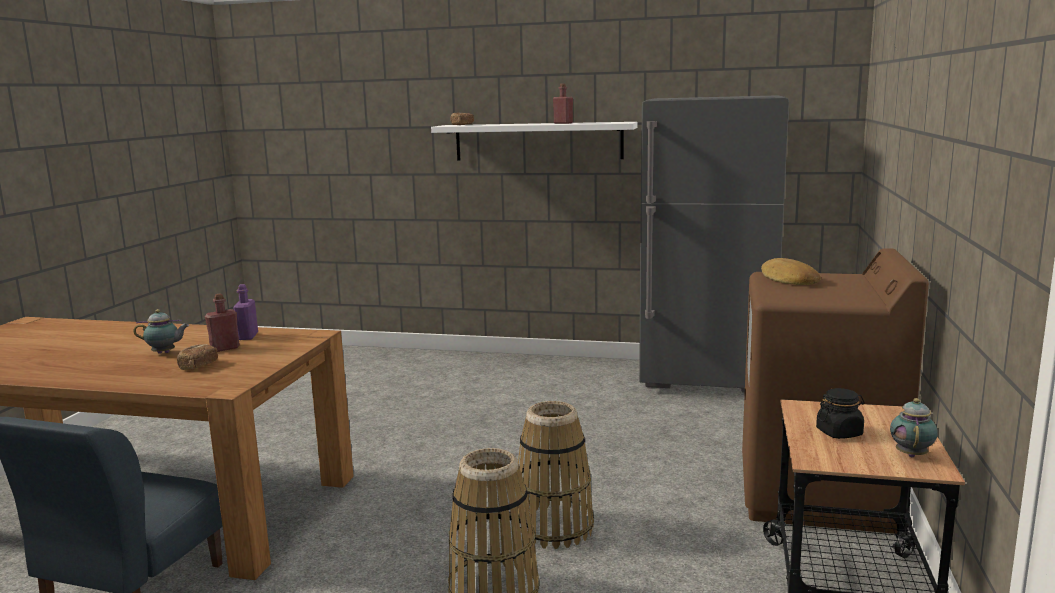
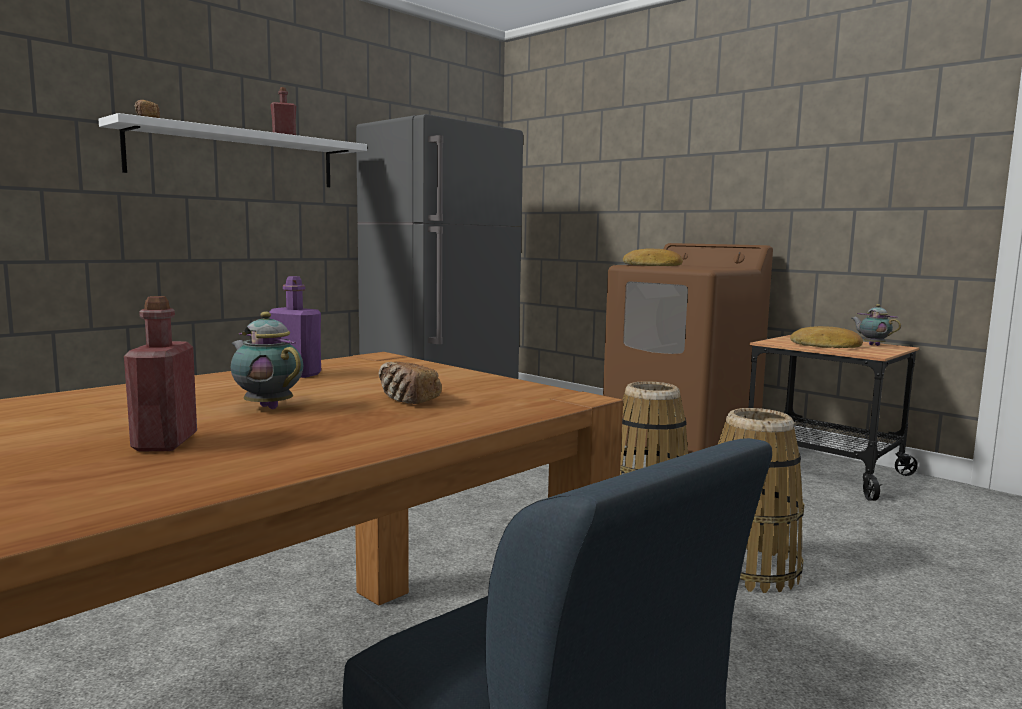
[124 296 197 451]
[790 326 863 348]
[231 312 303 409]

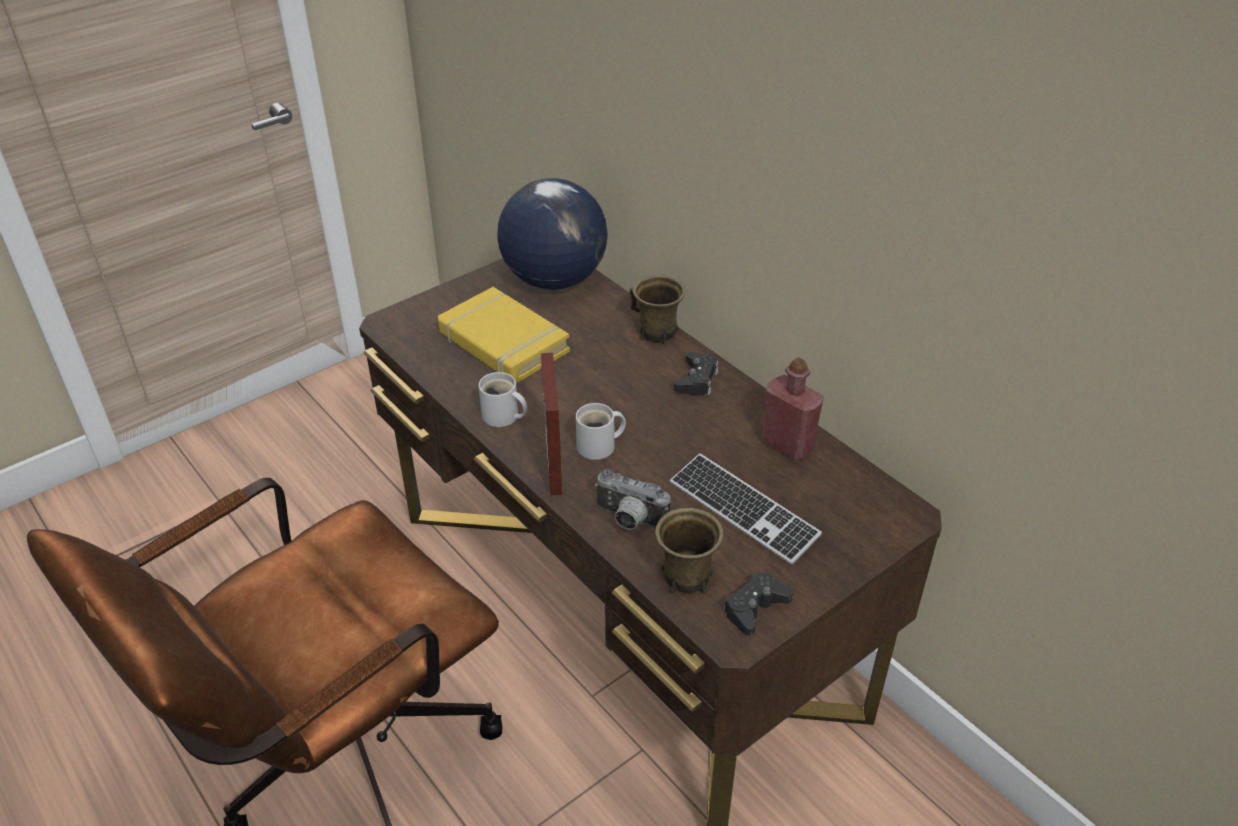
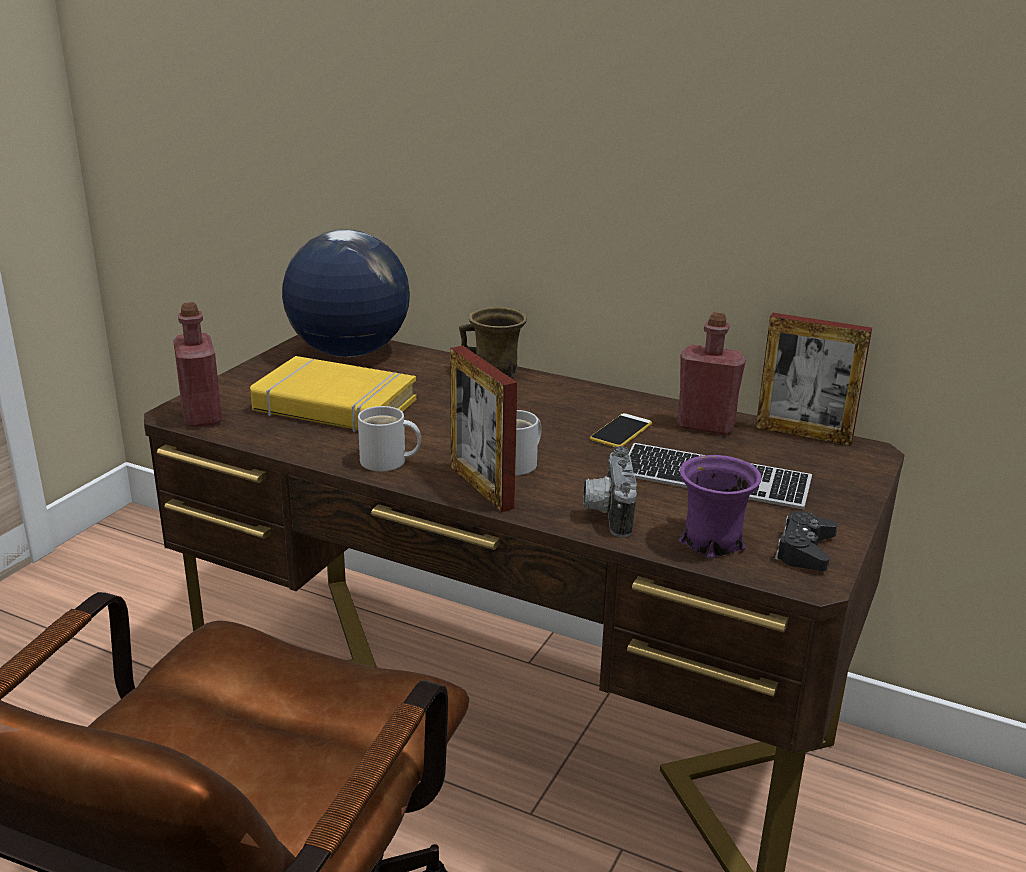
[674 352 718 396] (first image)
[173 302 222 427]
[590 413 652 447]
[756 313 872 446]
[679 455 762 558]
[583 446 637 537]

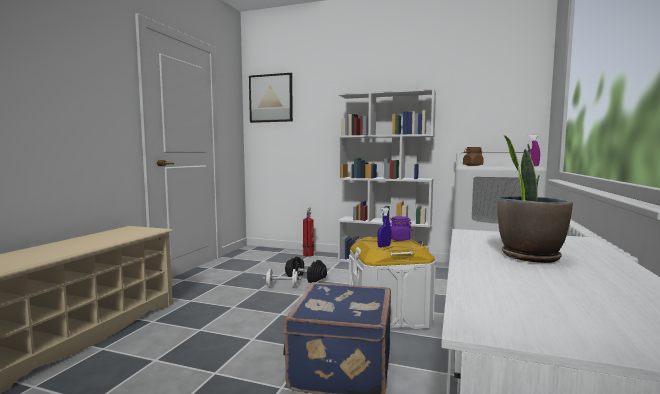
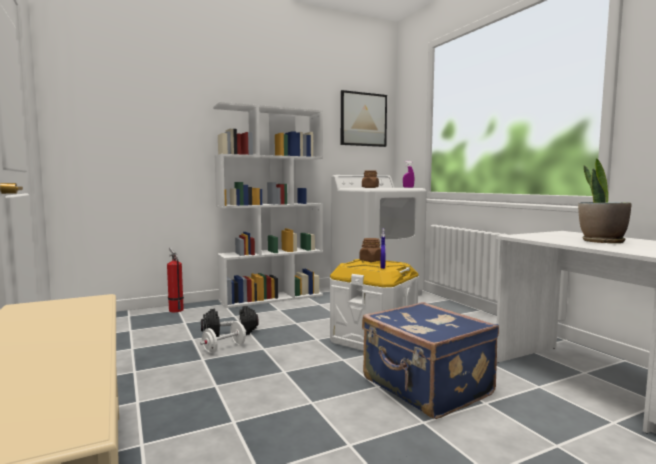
[341 90 387 147]
[359 238 381 262]

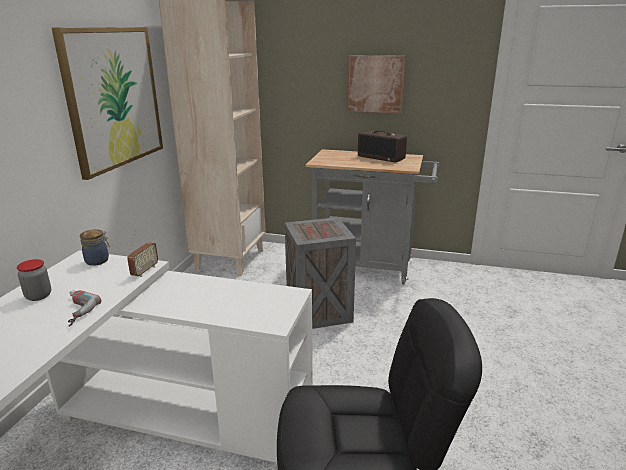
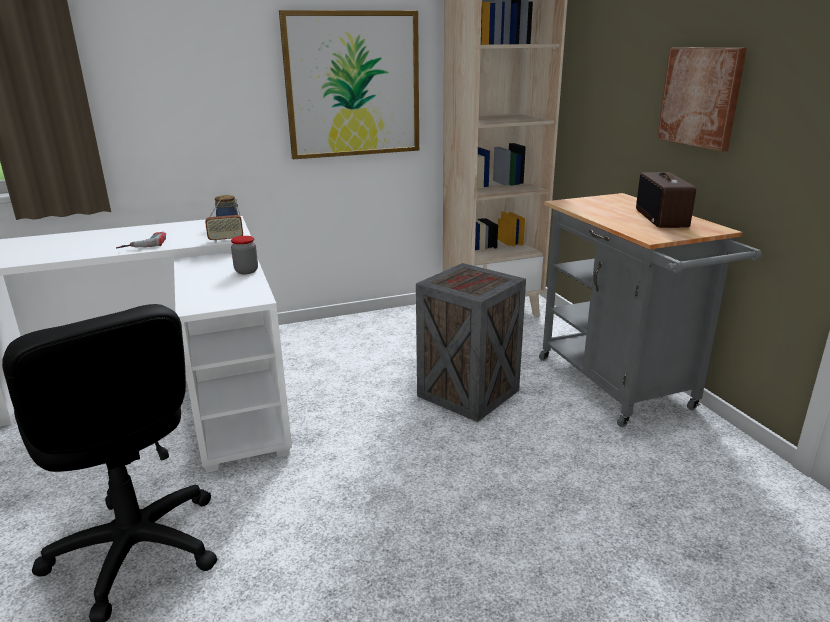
[231 236 258 274]

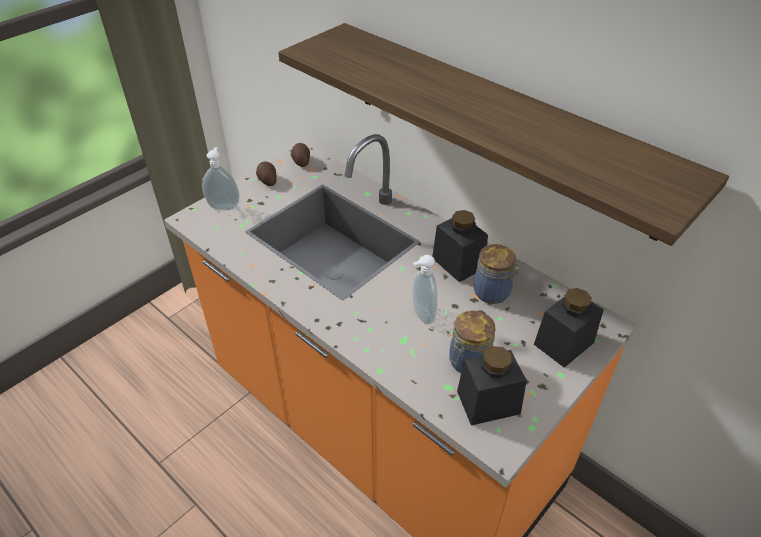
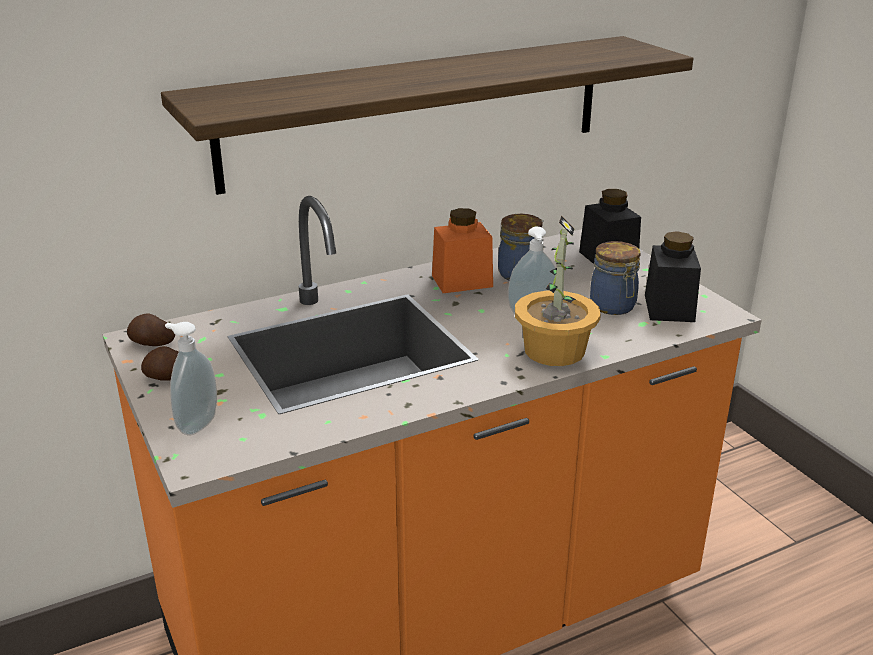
[515 216 601 366]
[432 208 493 293]

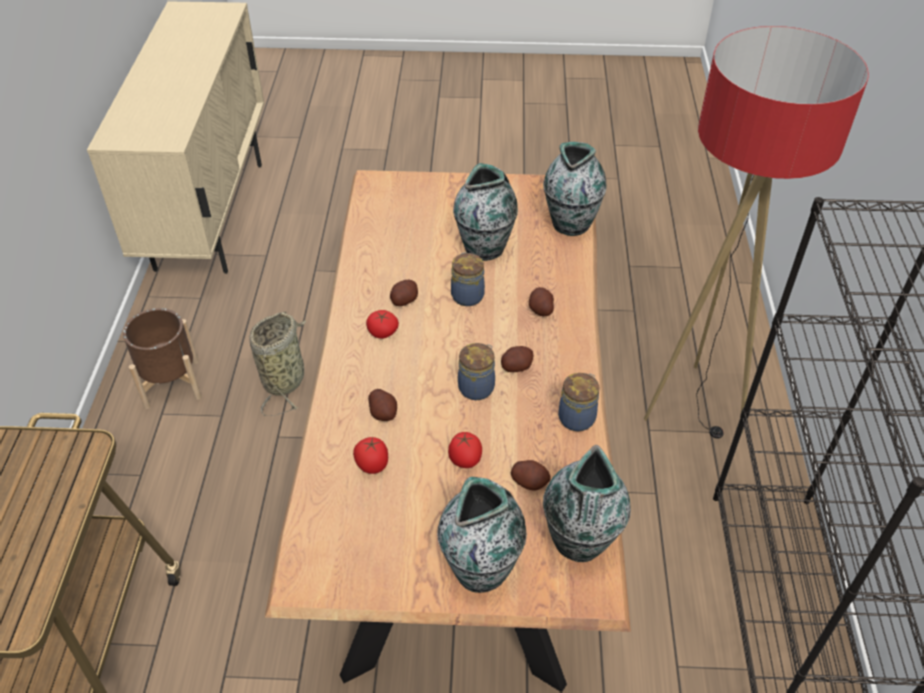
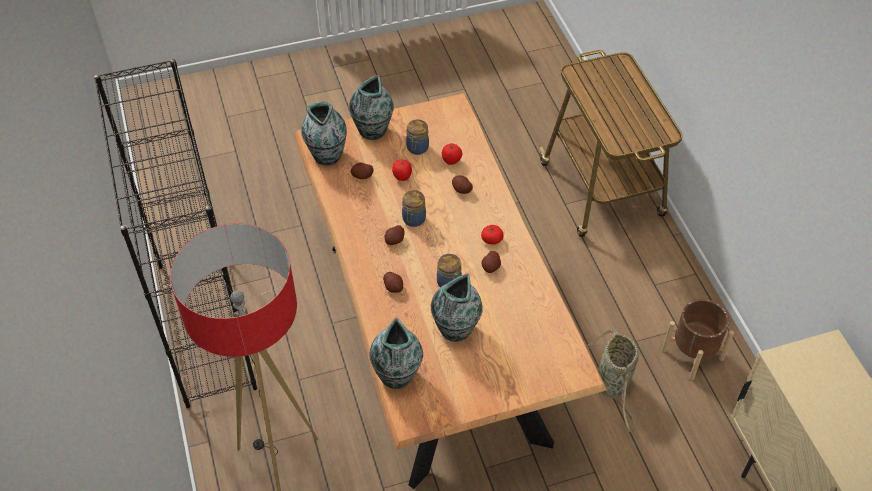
[406 119 429 155]

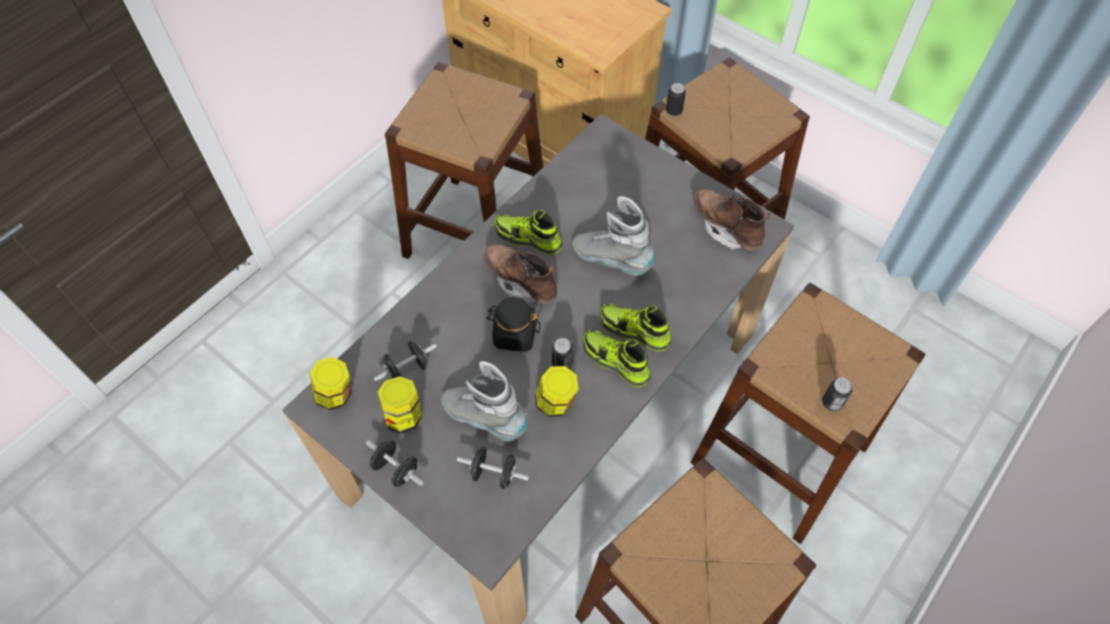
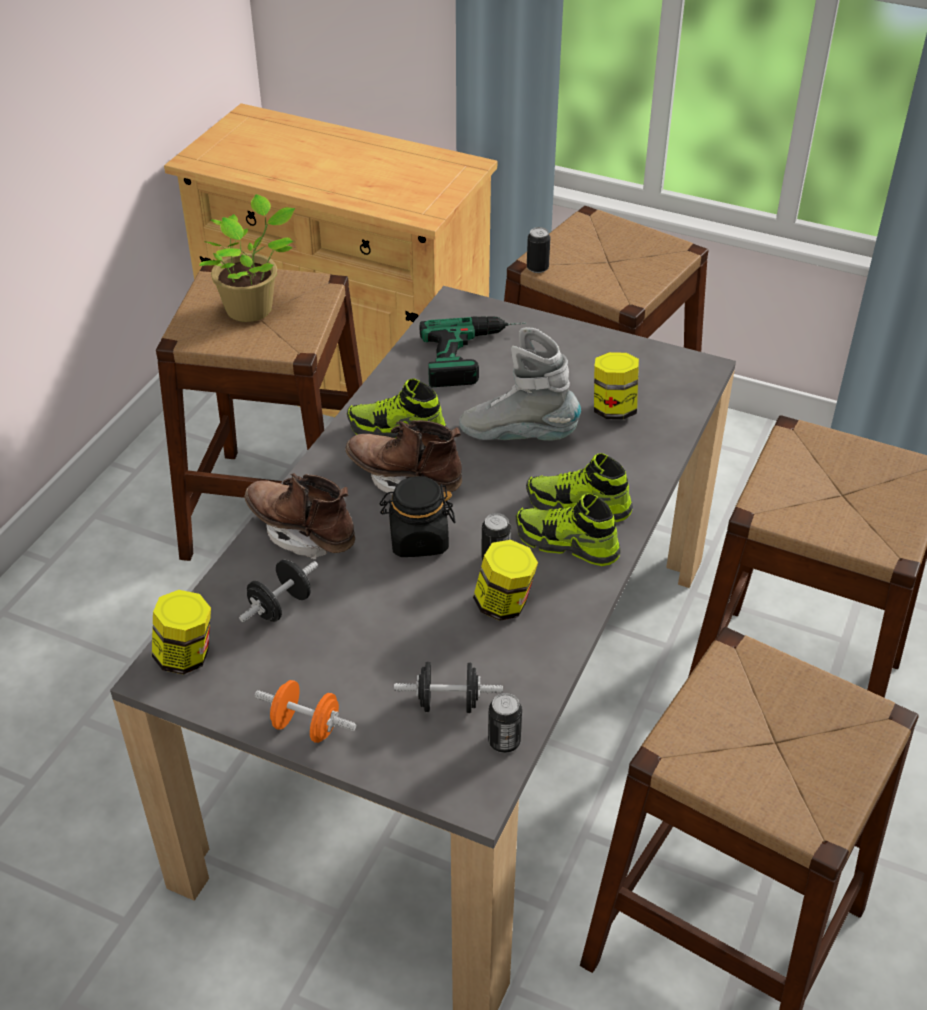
[441 361 528 442] (first image)
[199 194 295 322]
[419 316 526 388]
[594 352 639 419]
[244 473 355 560]
[488 693 522 753]
[255 680 356 743]

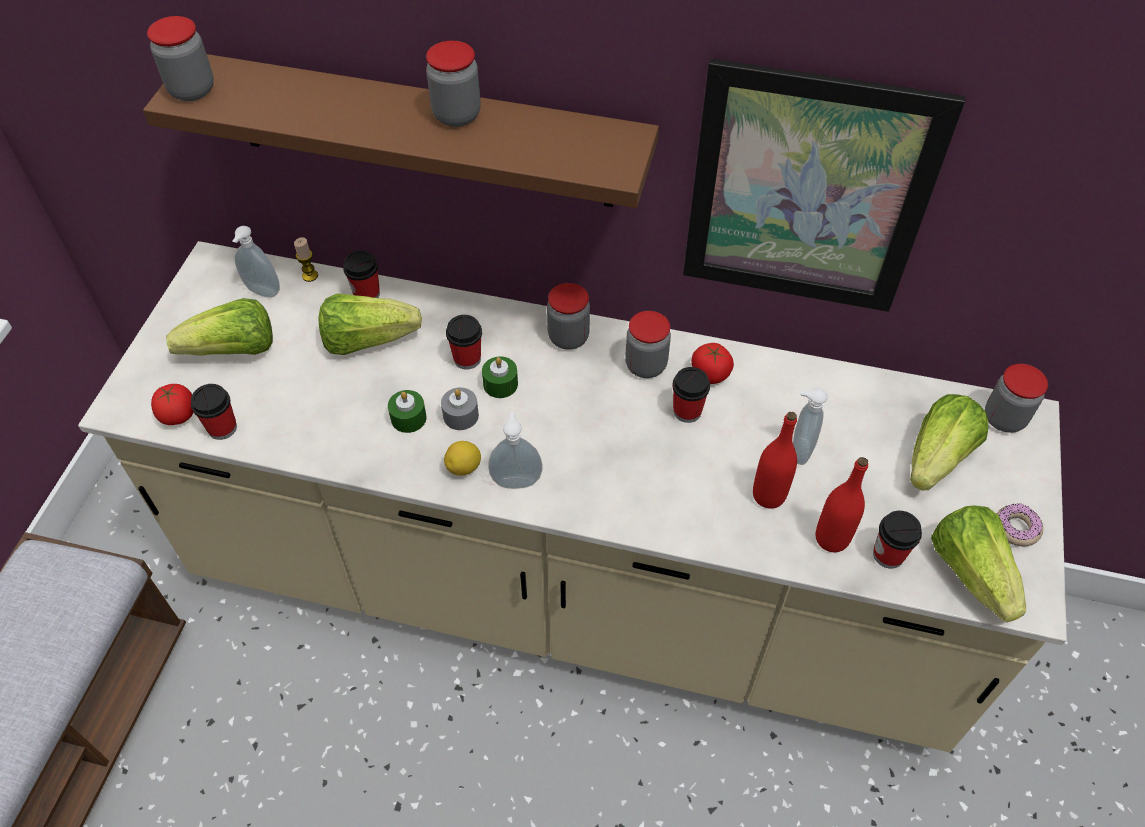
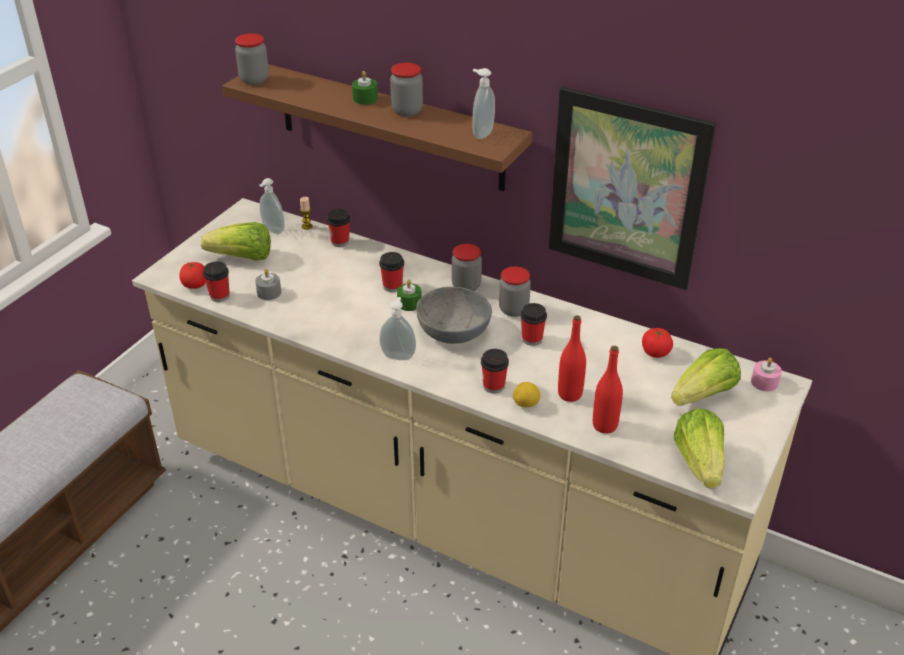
[318 293 422 355] (first image)
[997 503 1043 546] (first image)
[416 287 492 344]
[352 71 378 105]
[255 269 281 300]
[513 382 540 407]
[642 328 673 358]
[472 68 495 139]
[481 349 509 394]
[751 358 782 392]

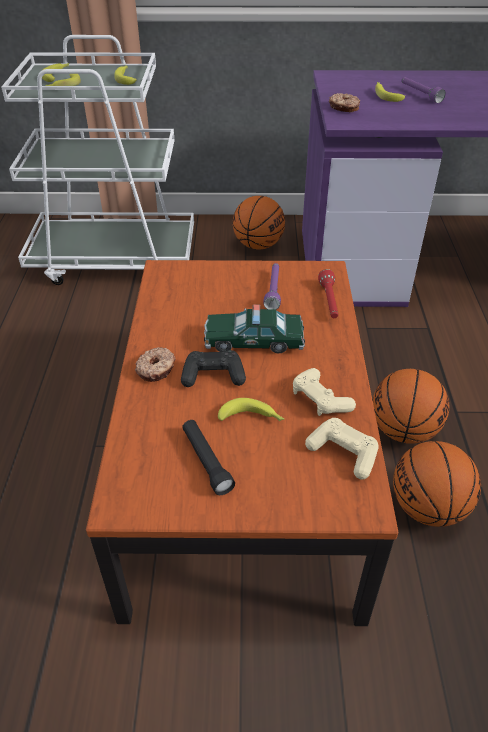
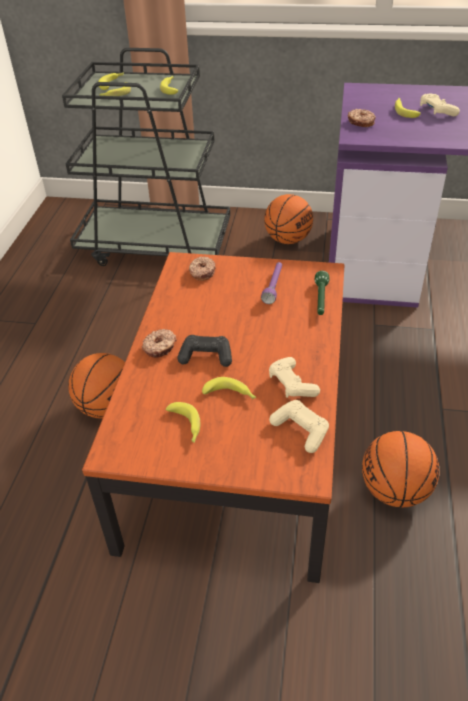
[204 304 305 354] (first image)
[189 256 216 281]
[68 353 125 418]
[166 402 200 443]
[420 93 460 116]
[62 48 230 266]
[315 271 329 315]

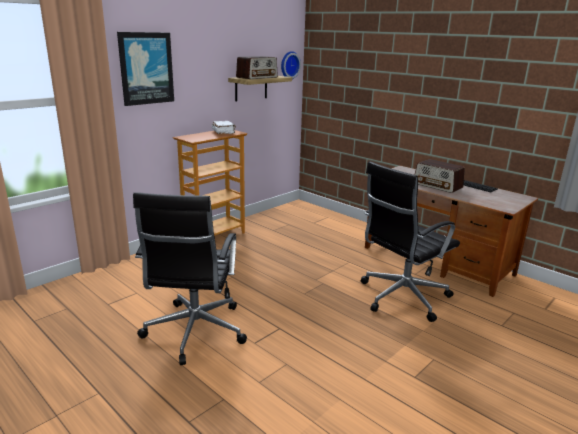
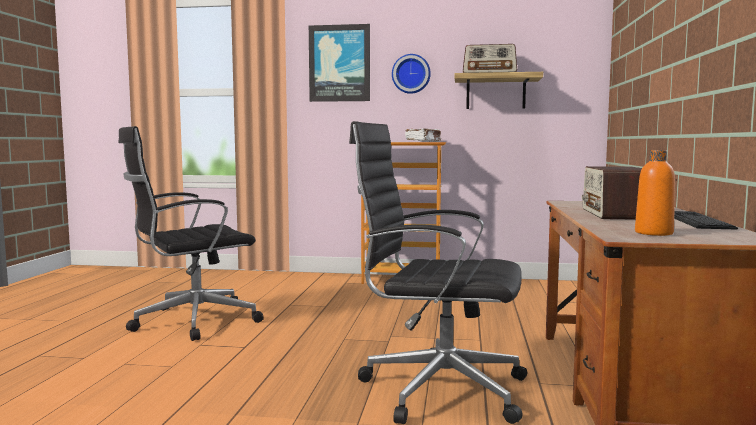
[635 150 675 236]
[392 54 431 94]

